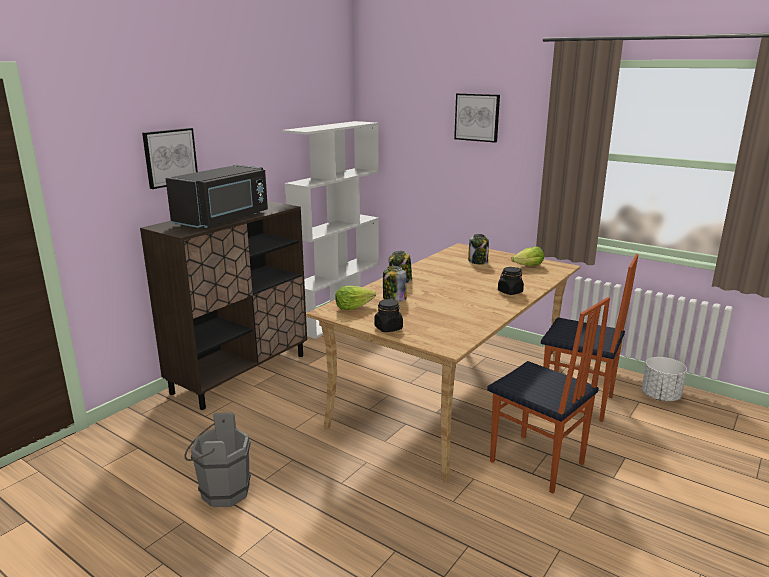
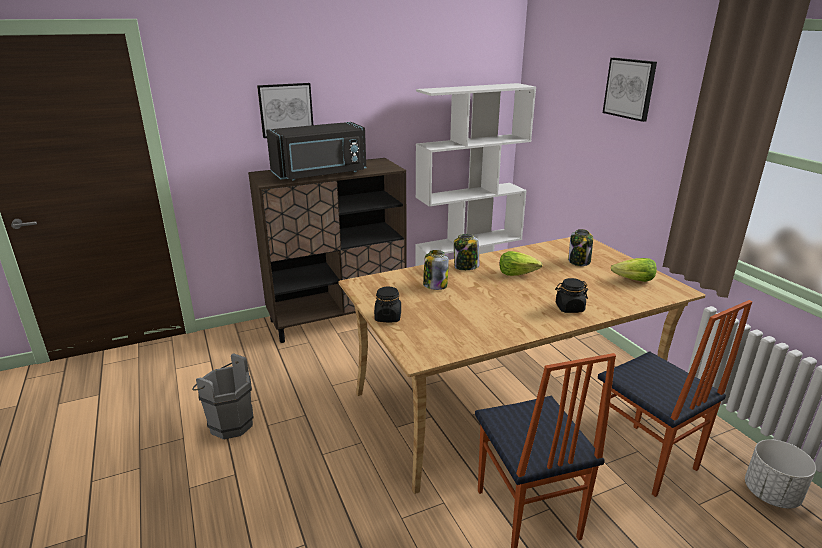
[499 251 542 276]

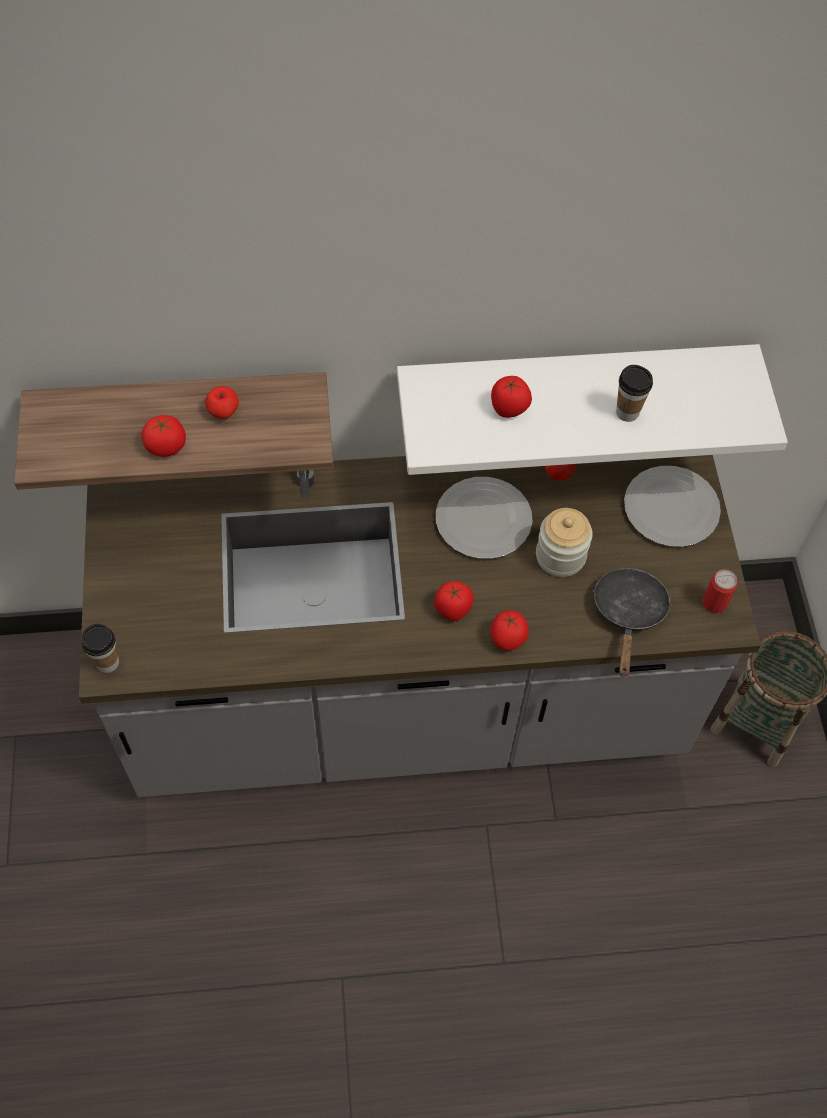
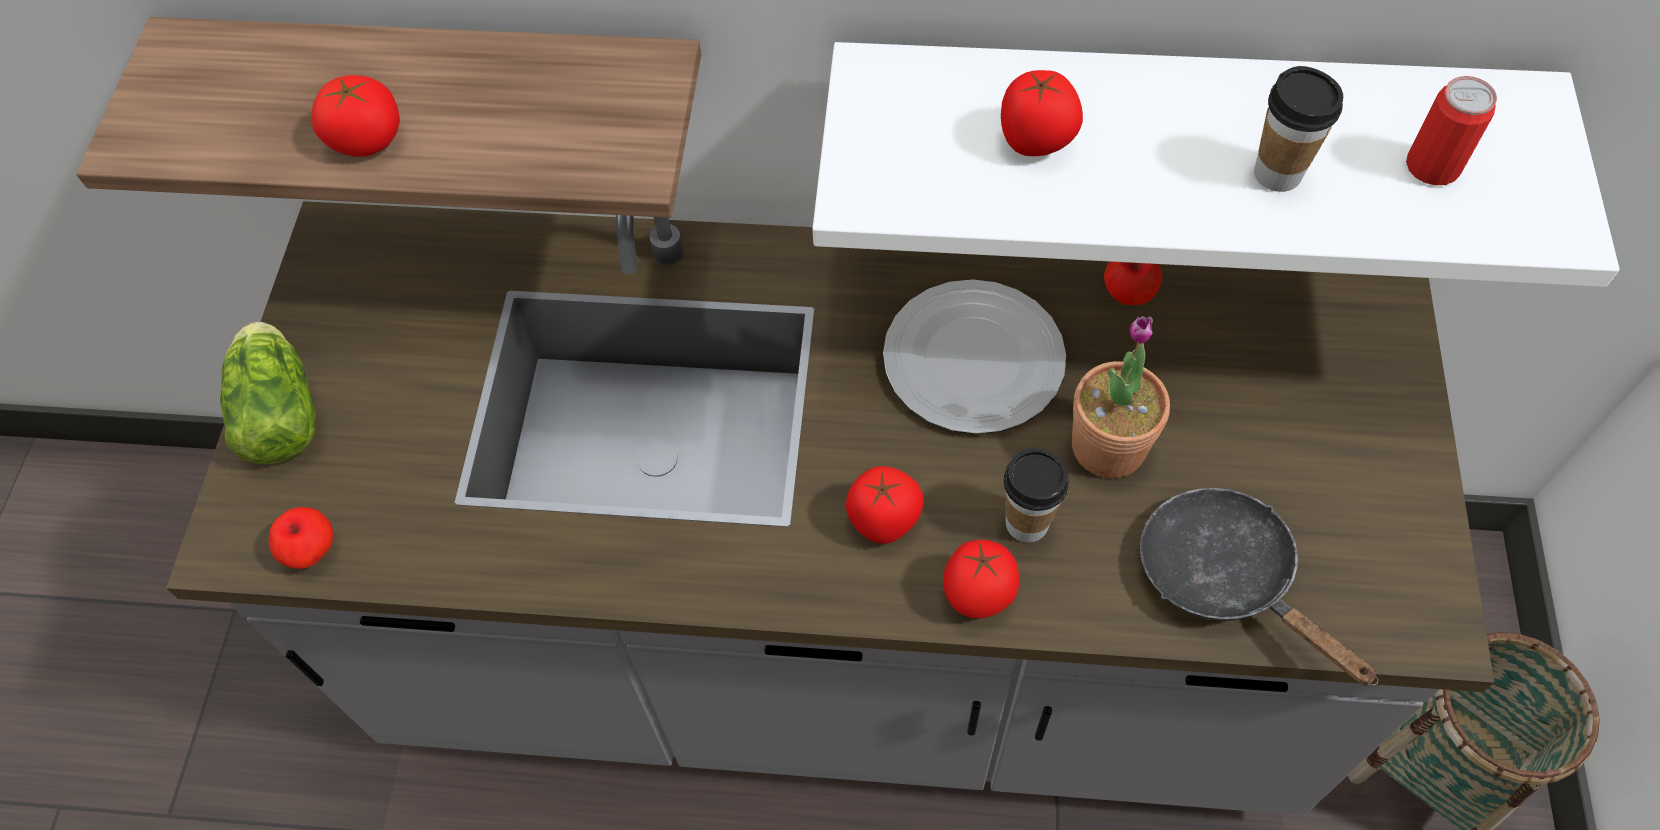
[624 466 721 547] (first image)
[220 322 316 464]
[1004 448 1069 542]
[269 507 334 569]
[1406 76 1497 185]
[1072 316 1170 478]
[1140 488 1378 686]

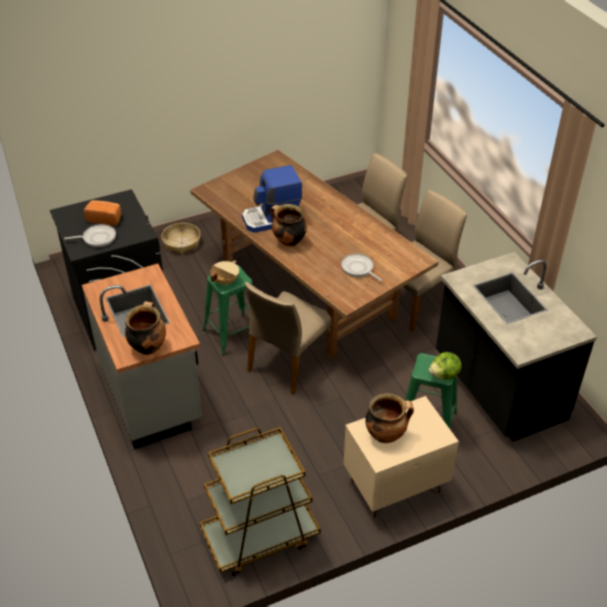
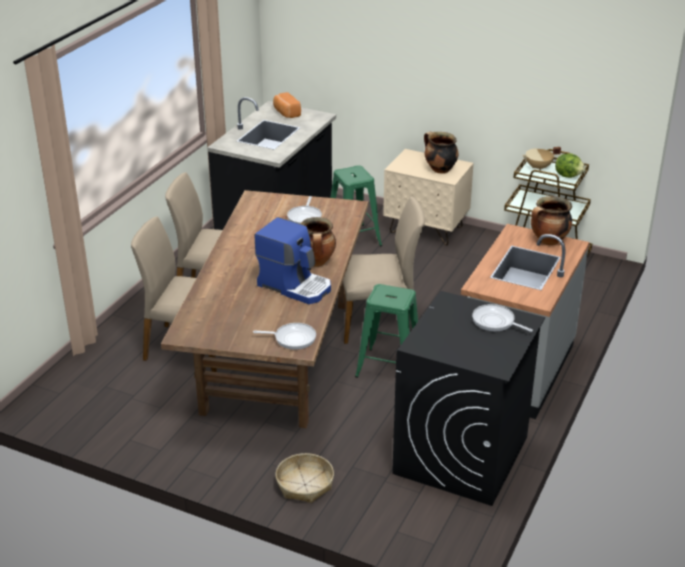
[253 323 316 350]
[273 92 301 118]
[522 147 561 171]
[555 153 586 178]

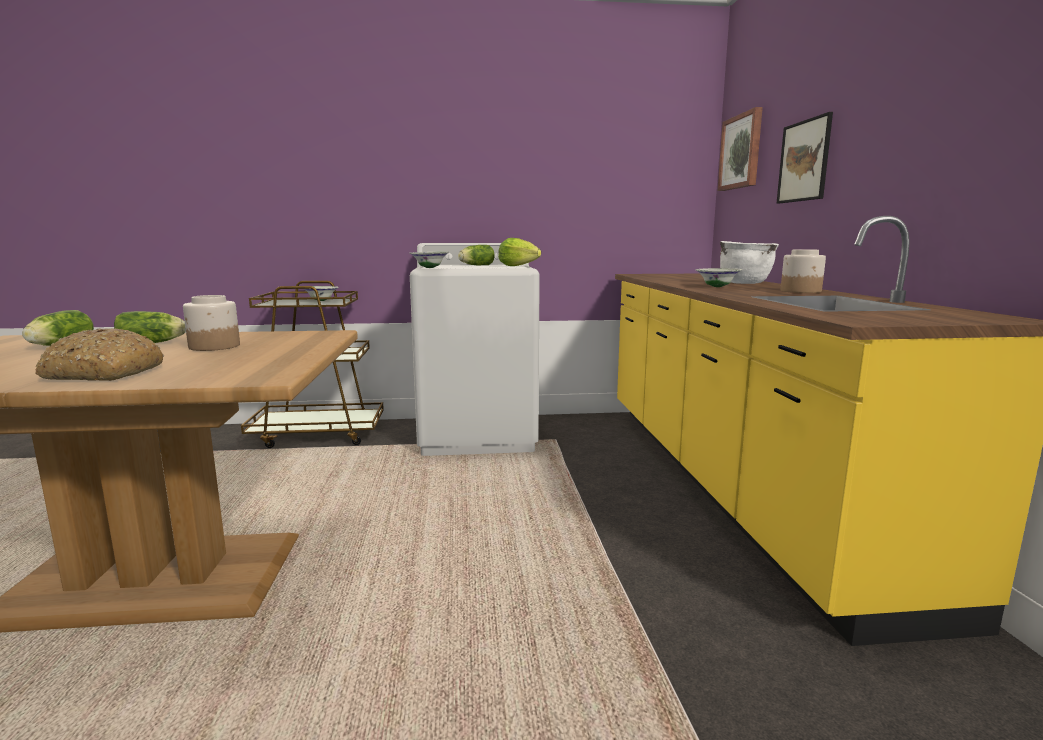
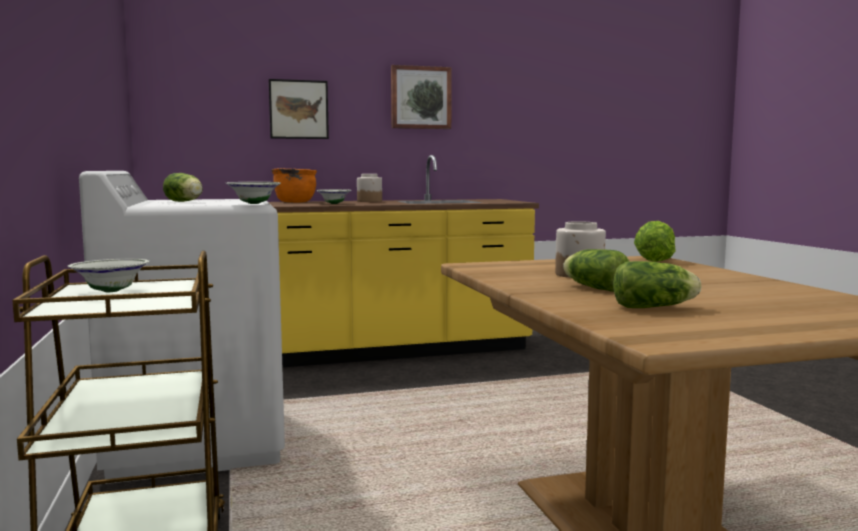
[35 328 165 381] (first image)
[634 221 676 262]
[391 65 452 129]
[271 168 317 203]

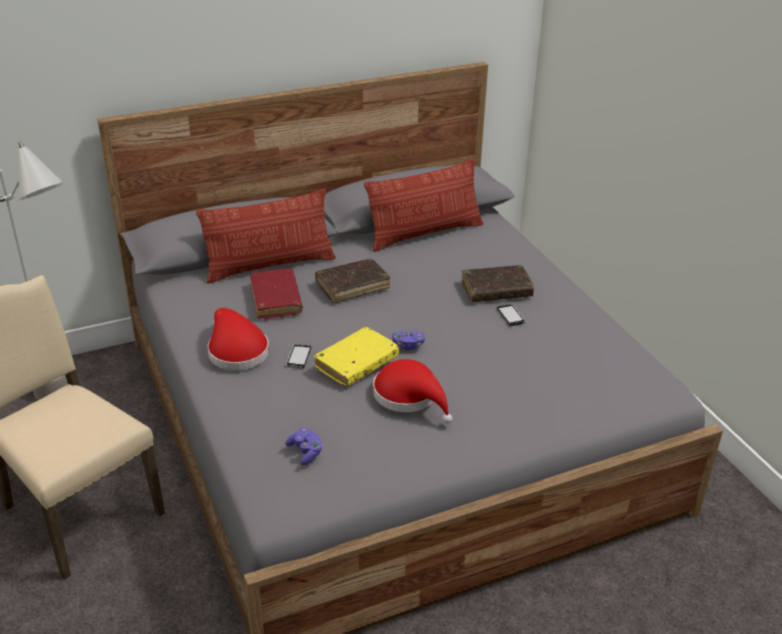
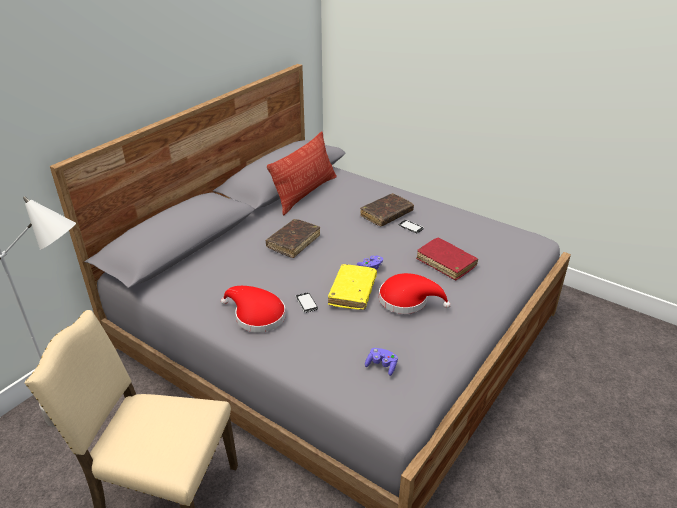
[196 188 336 284] (first image)
[416 238 478 280]

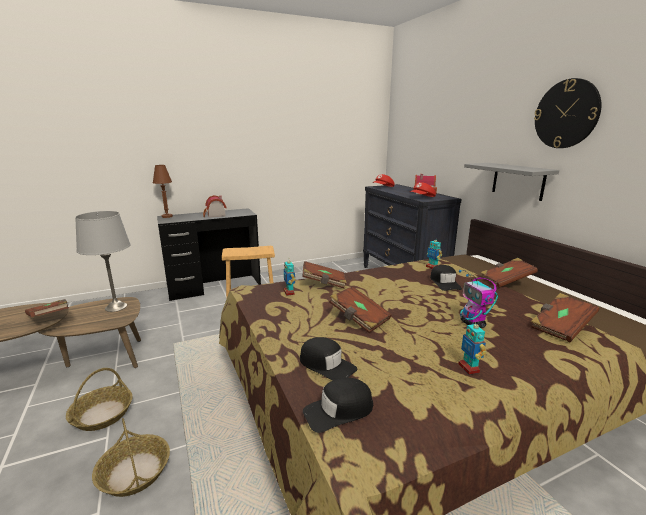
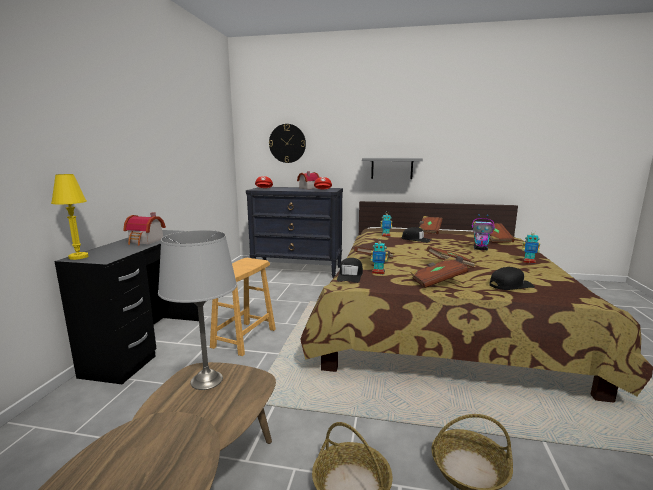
[411 257 468 288]
[337 258 363 283]
[269 124 306 163]
[51 174 88 260]

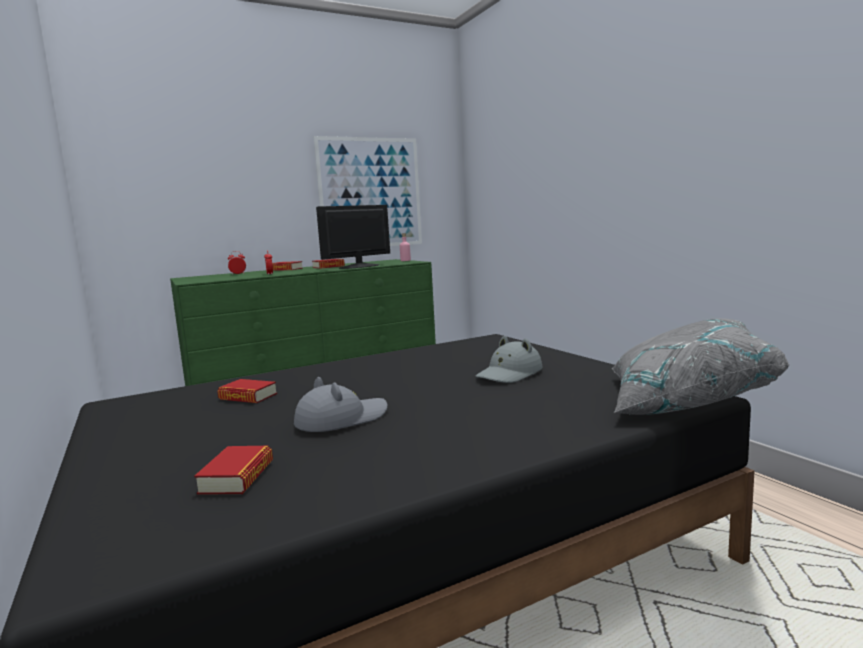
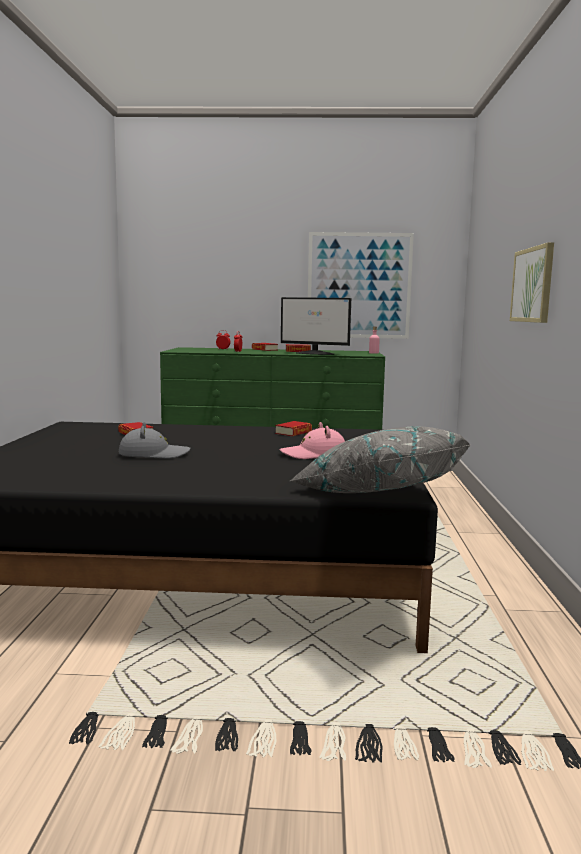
[510 242 554 323]
[275 421 312 436]
[280 422 345 459]
[281 297 351 355]

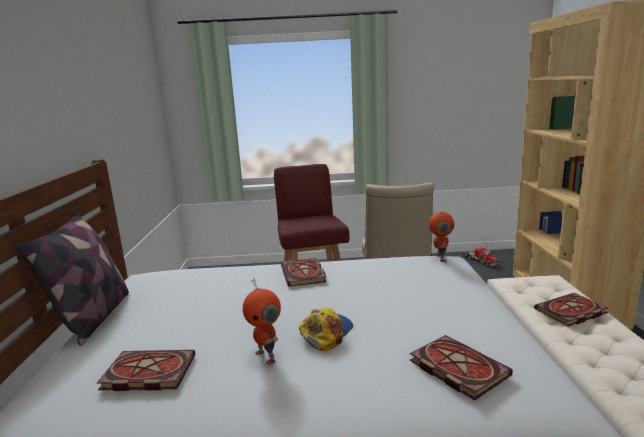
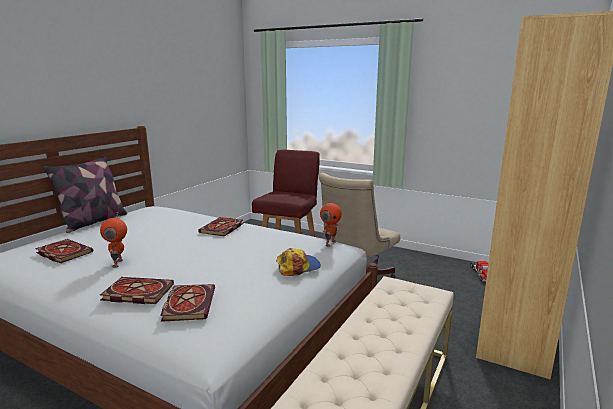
[276 248 321 276]
[100 277 174 304]

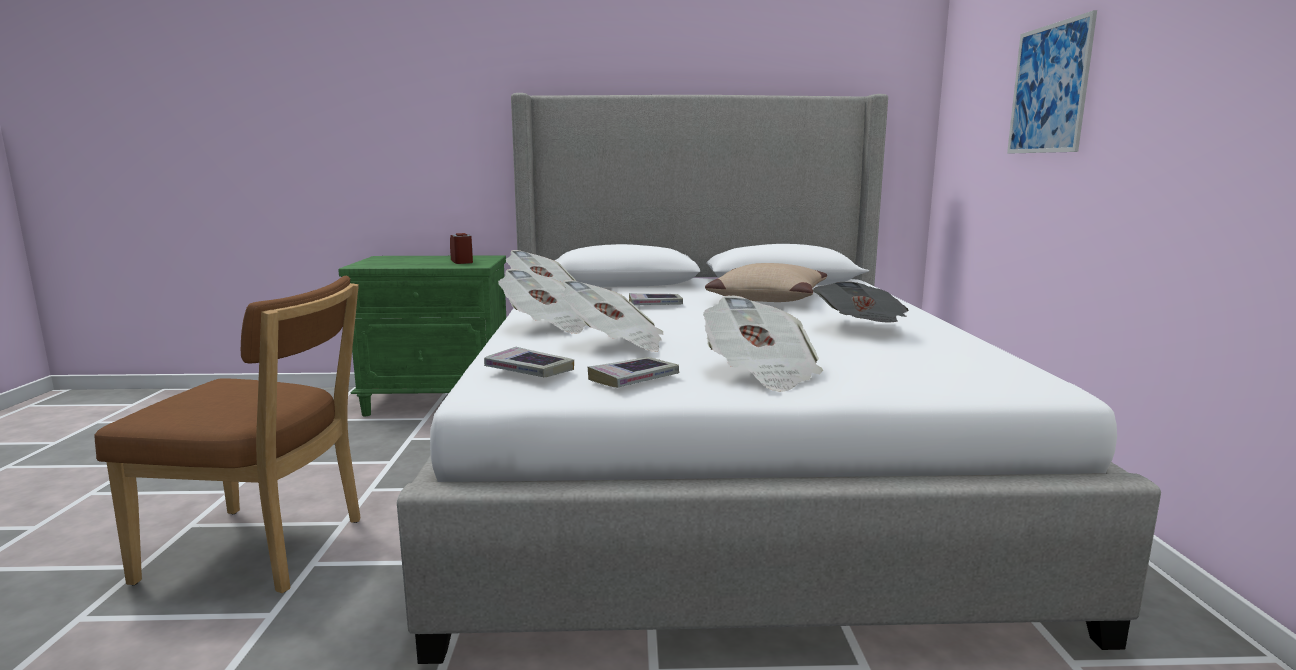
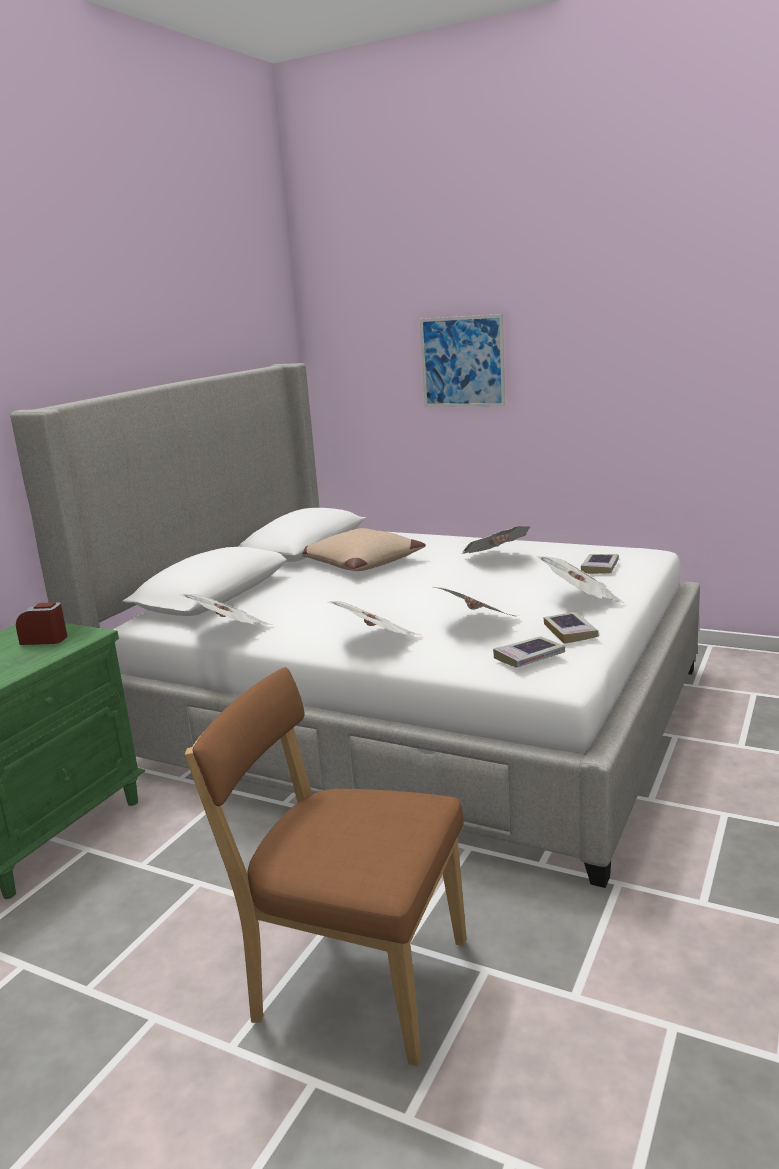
[581 554 619 574]
[185 667 467 1067]

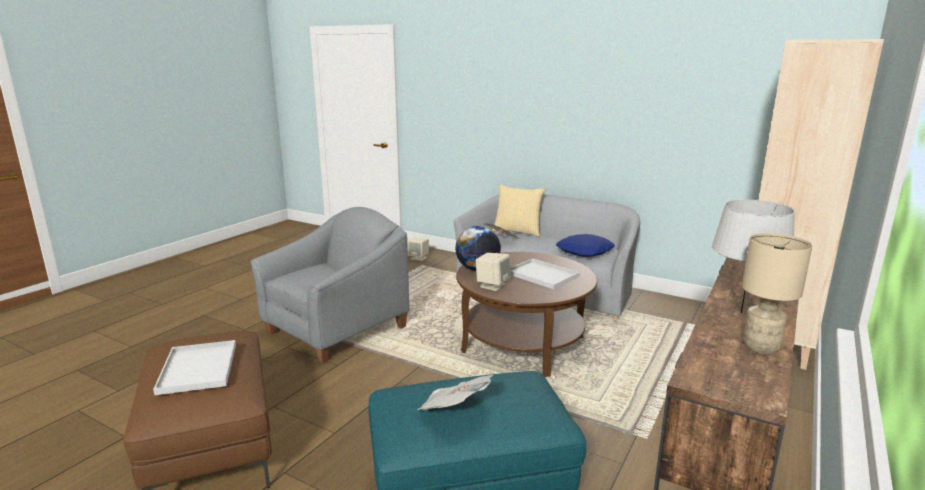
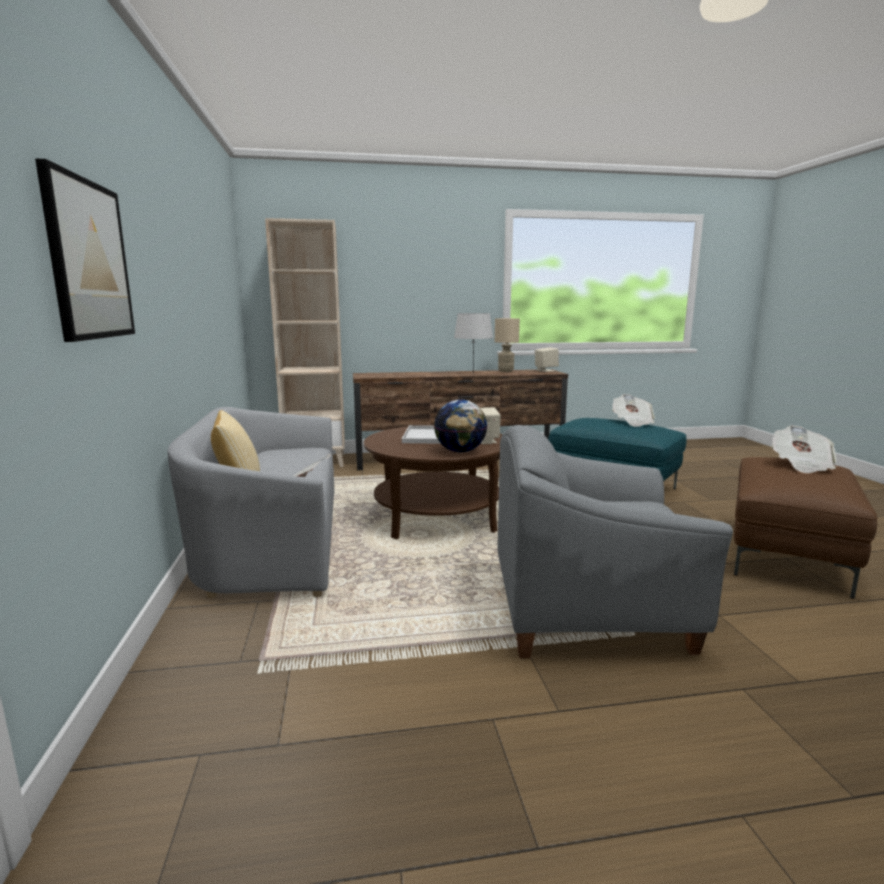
[556 234 615 257] (first image)
[35 158 135 342]
[535 347 559 372]
[771 426 836 473]

